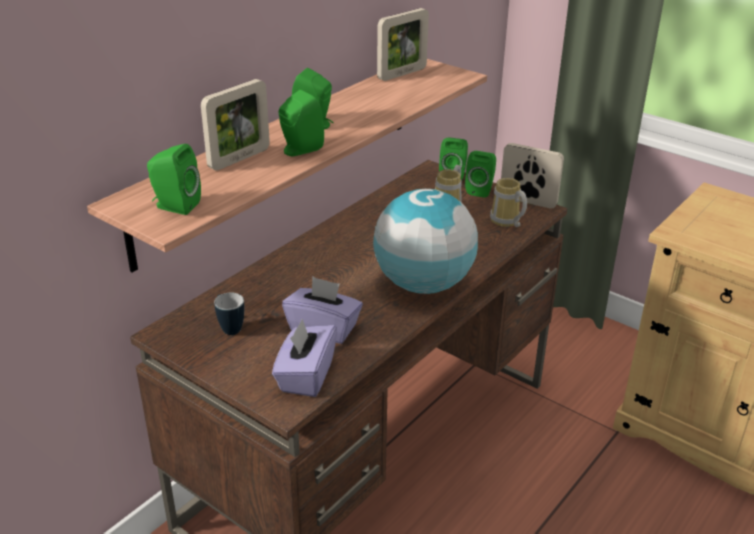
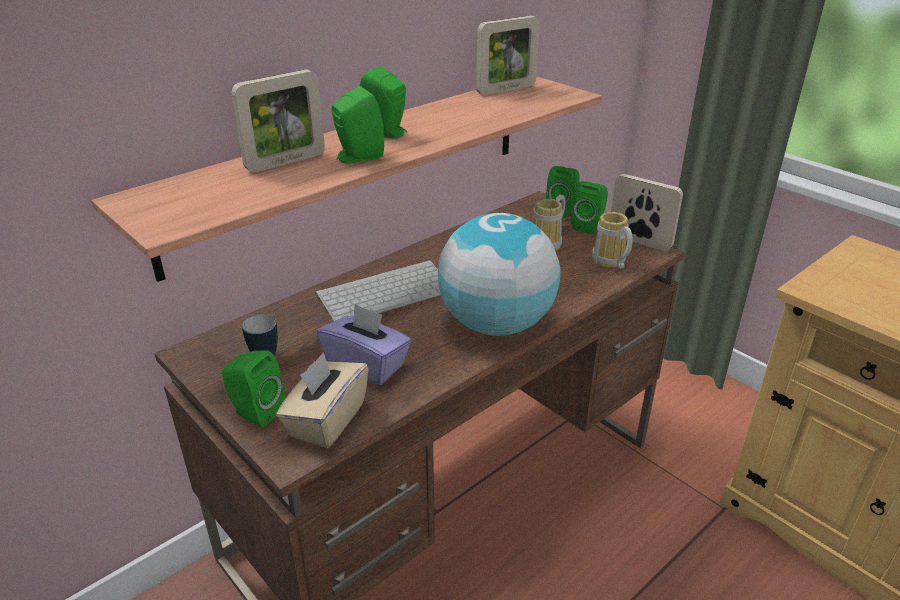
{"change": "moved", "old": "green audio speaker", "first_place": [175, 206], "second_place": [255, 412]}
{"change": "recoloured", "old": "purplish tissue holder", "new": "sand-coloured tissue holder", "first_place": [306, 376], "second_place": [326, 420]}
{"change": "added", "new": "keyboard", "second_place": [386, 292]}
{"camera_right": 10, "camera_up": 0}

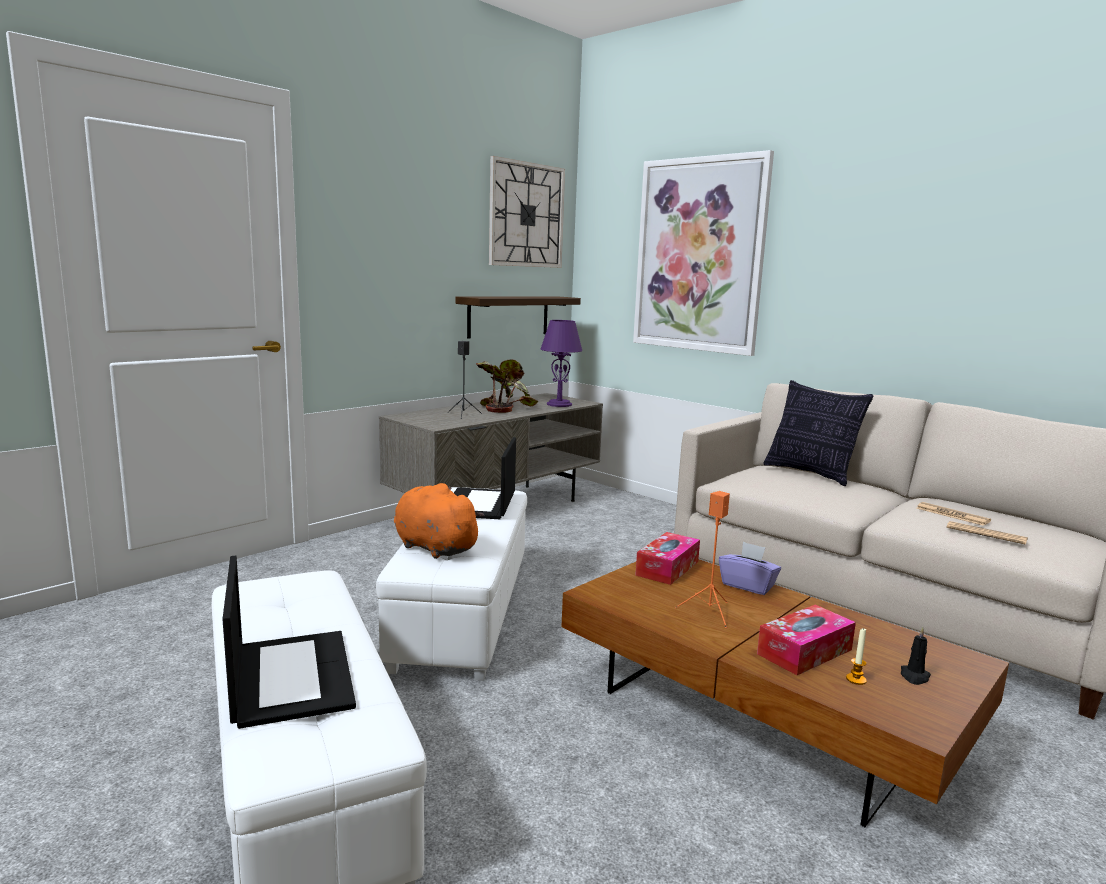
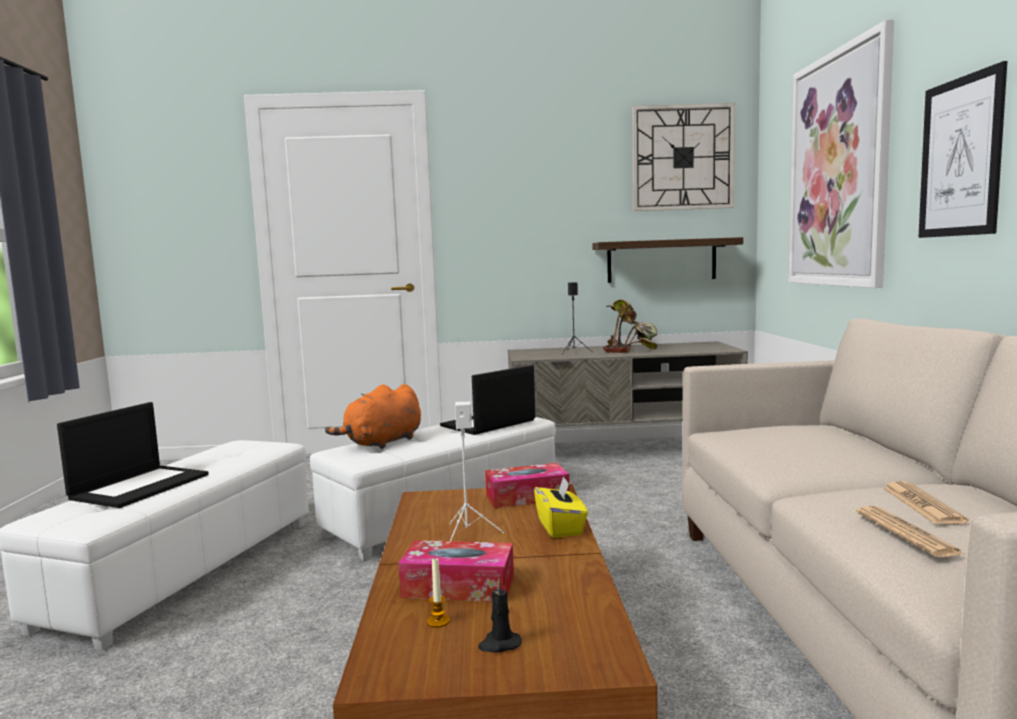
{"change": "turned", "old": "orangey soft toy", "first_place": [433, 547], "second_place": [382, 443], "degrees": -135}
{"change": "recoloured", "old": "orangey audio speaker", "new": "white audio speaker", "first_place": [710, 612], "second_place": [467, 535]}
{"change": "recoloured", "old": "purplish tissue holder", "new": "yellowish tissue holder", "first_place": [748, 585], "second_place": [561, 527]}
{"change": "added", "new": "wall art", "second_place": [960, 157]}
{"change": "removed", "old": "purplish table lamp", "first_place": [559, 404]}
{"change": "removed", "old": "pillow", "first_place": [810, 473]}
{"camera_right": 45, "camera_up": -5}

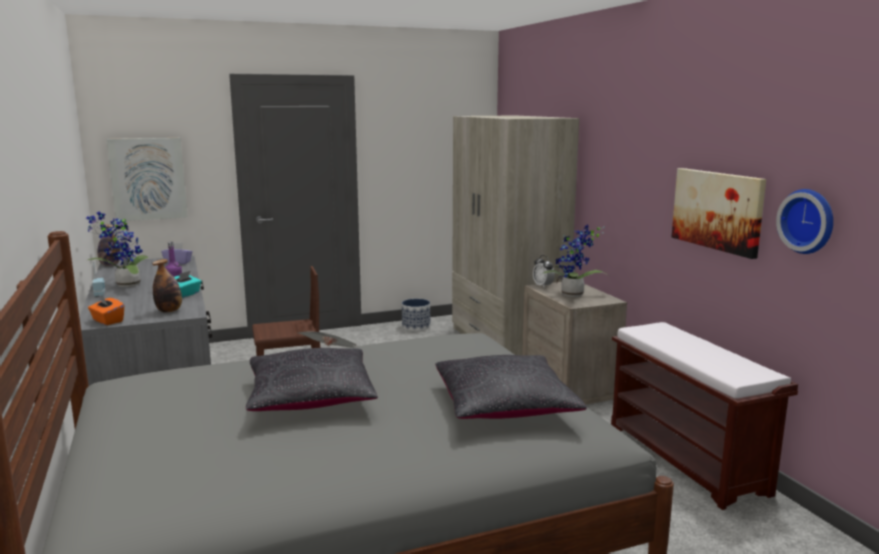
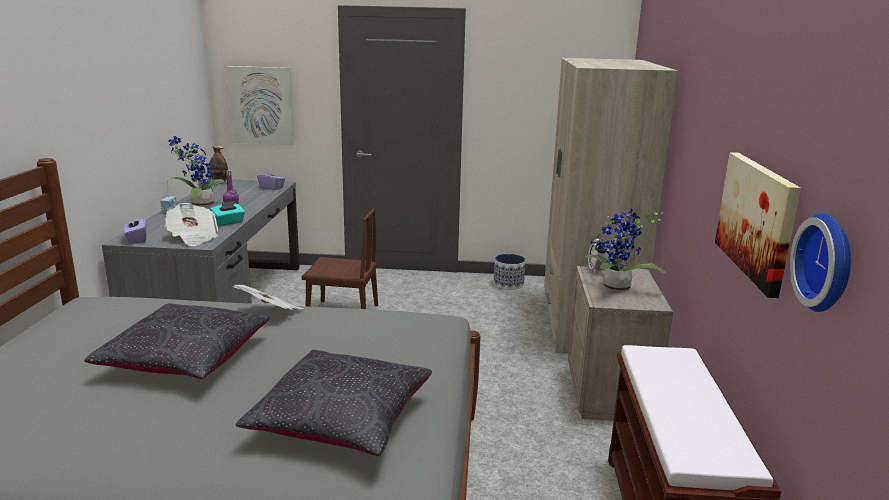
{"change": "recoloured", "old": "orangey tissue holder", "new": "purplish tissue holder", "first_place": [107, 321], "second_place": [136, 239]}
{"change": "replaced", "old": "drink bottle", "new": "daily paper", "first_place": [169, 311], "second_place": [193, 238]}
{"camera_right": 25, "camera_up": 5}

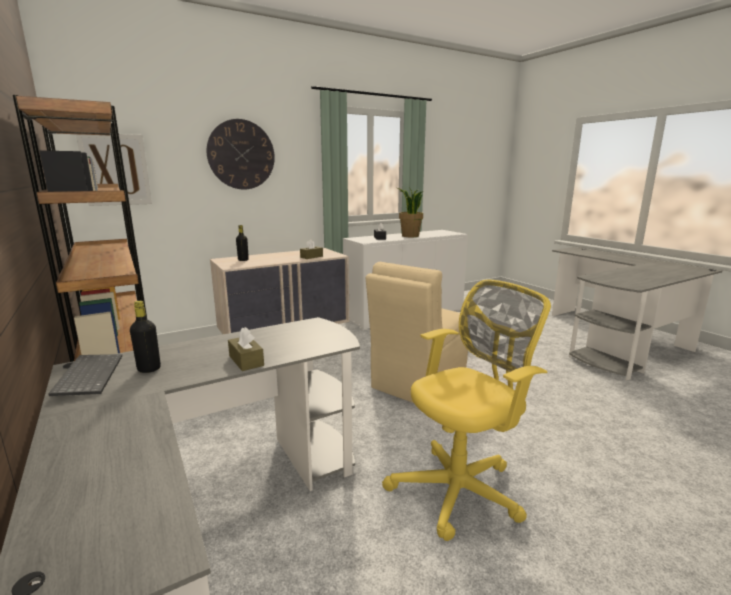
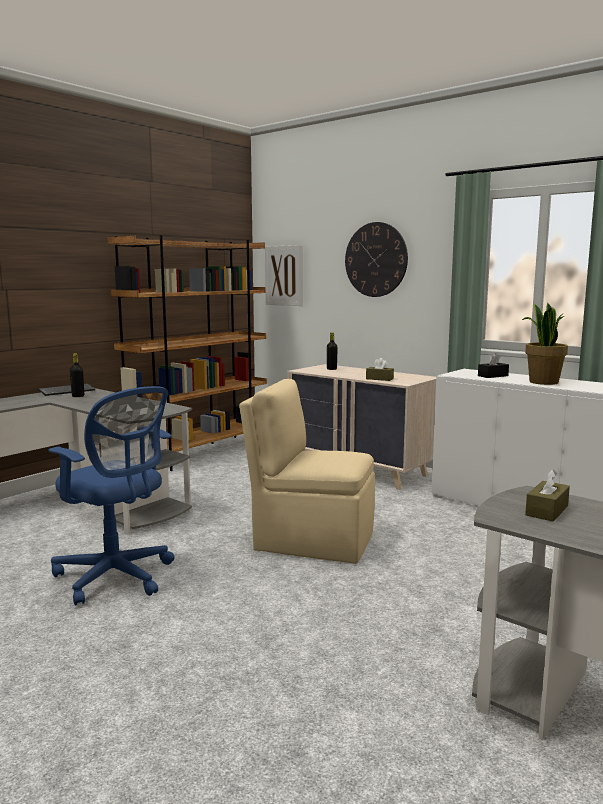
{"change": "recoloured", "old": "yellowish desk chair", "new": "blue-coloured desk chair", "first_place": [461, 489], "second_place": [117, 577]}
{"change": "moved", "old": "brown-coloured tissue holder", "first_place": [246, 361], "second_place": [546, 510]}
{"camera_right": 70, "camera_up": -5}

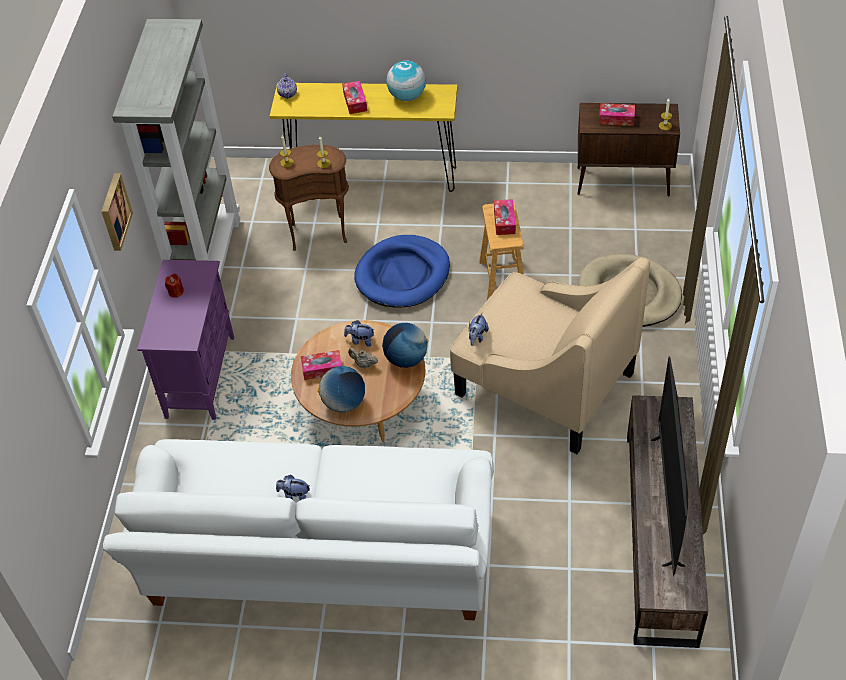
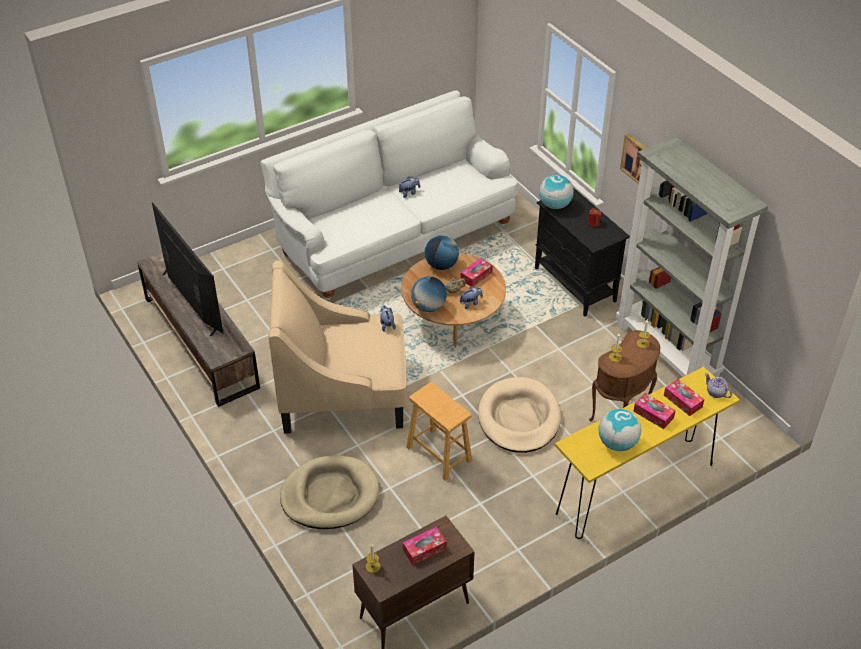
{"change": "recoloured", "old": "blue-coloured dog bed", "new": "sand-coloured dog bed", "first_place": [403, 275], "second_place": [519, 418]}
{"change": "recoloured", "old": "purplish cupboard", "new": "blackish cupboard", "first_place": [200, 376], "second_place": [575, 285]}
{"change": "added", "new": "desk globe", "second_place": [555, 205]}
{"change": "moved", "old": "tissue holder", "first_place": [504, 221], "second_place": [682, 401]}
{"camera_right": 140, "camera_up": -5}

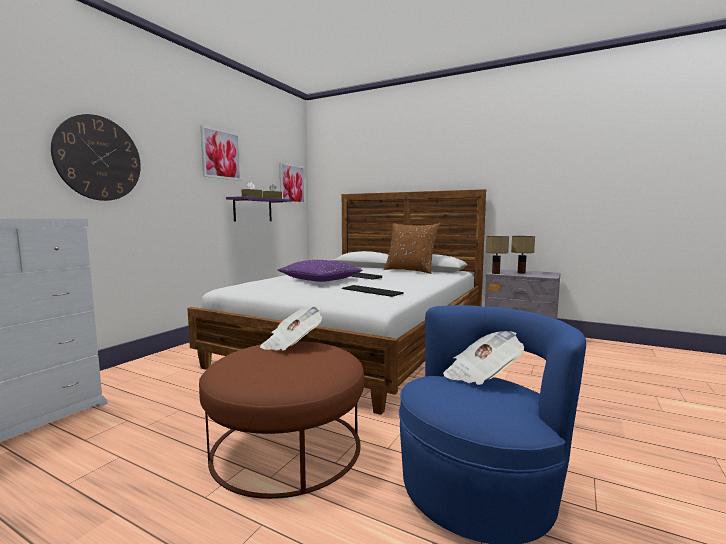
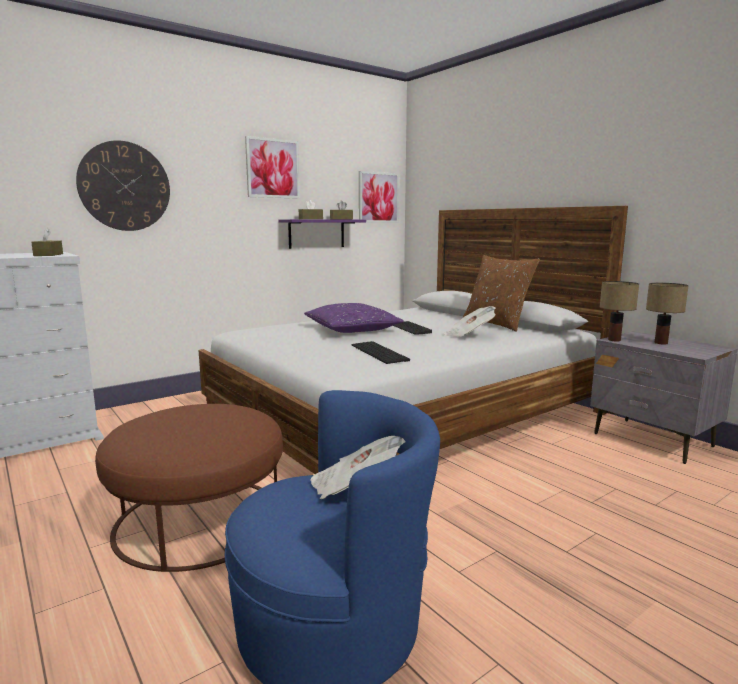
{"change": "added", "new": "brown-coloured tissue holder", "second_place": [48, 255]}
{"change": "moved", "old": "daily paper", "first_place": [292, 344], "second_place": [469, 335]}
{"camera_right": 25, "camera_up": 5}

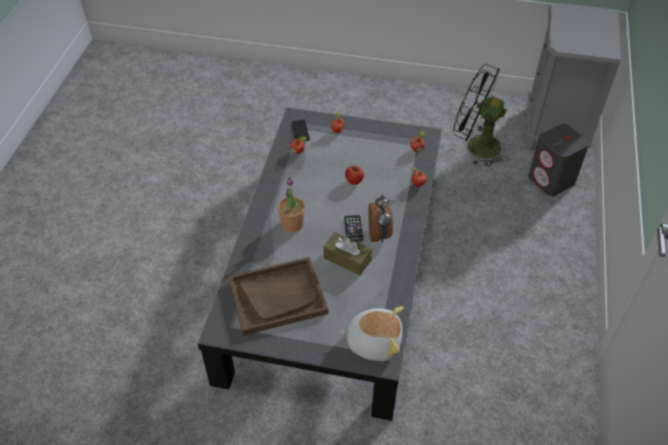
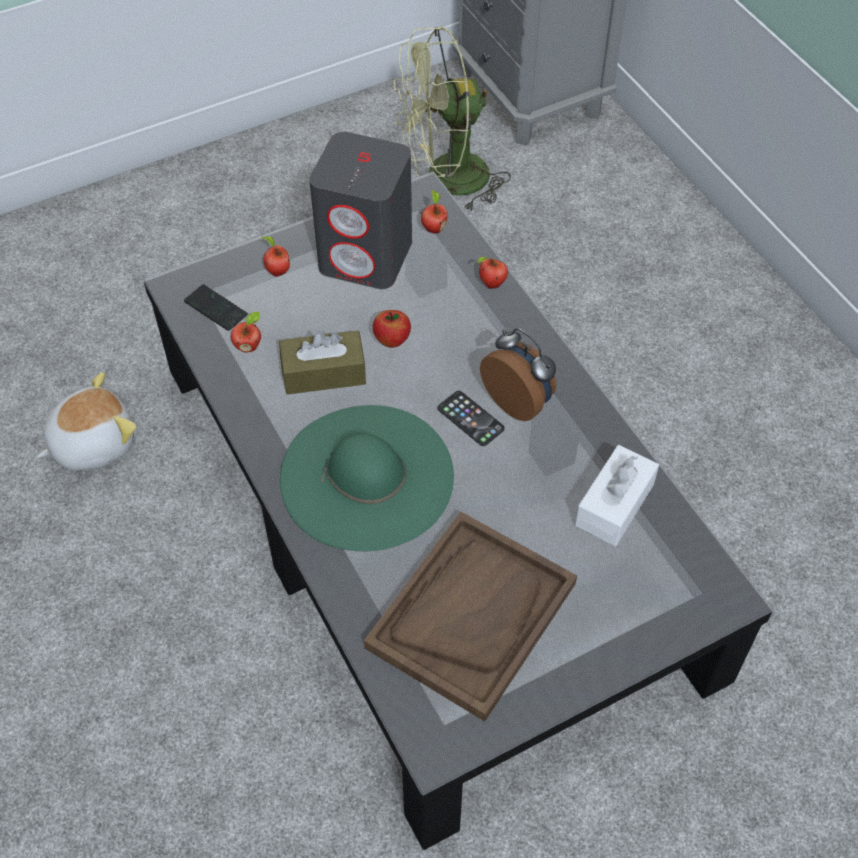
{"change": "moved", "old": "soft toy", "first_place": [374, 341], "second_place": [92, 443]}
{"change": "moved", "old": "brown-coloured tissue holder", "first_place": [347, 259], "second_place": [324, 373]}
{"change": "replaced", "old": "houseplant", "new": "green clothing hat", "first_place": [292, 224], "second_place": [367, 476]}
{"change": "moved", "old": "gray audio speaker", "first_place": [551, 180], "second_place": [367, 256]}
{"change": "recoloured", "old": "blackish electric fan", "new": "green electric fan", "first_place": [475, 146], "second_place": [445, 180]}
{"change": "added", "new": "white tissue holder", "second_place": [614, 505]}
{"camera_right": -40, "camera_up": 5}

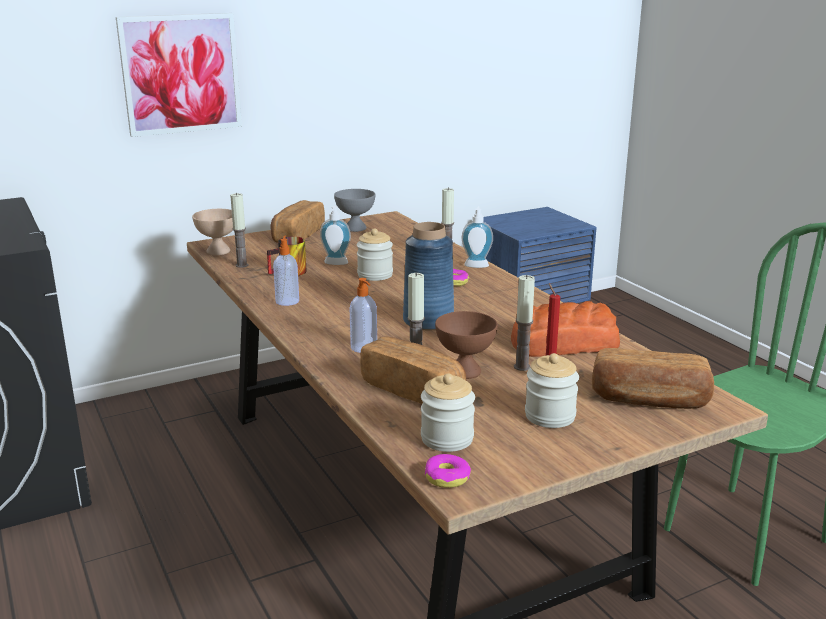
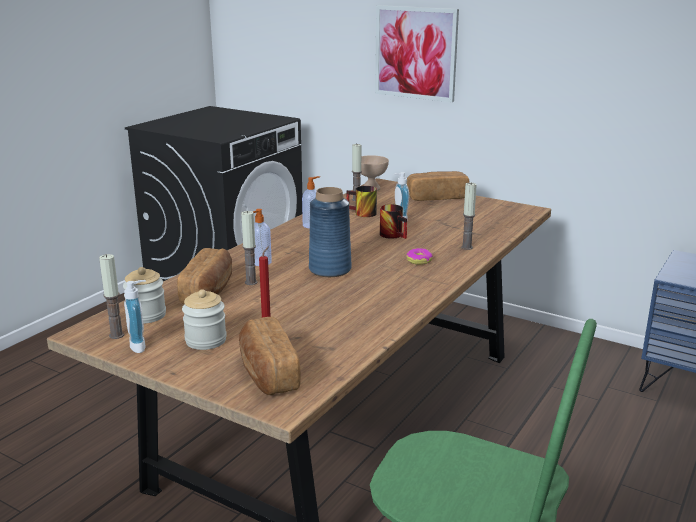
{"change": "moved", "old": "candle", "first_place": [522, 367], "second_place": [116, 335]}
{"change": "moved", "old": "soap dispenser", "first_place": [476, 264], "second_place": [141, 346]}
{"change": "replaced", "old": "preserve jar", "new": "coffee mug", "first_place": [375, 275], "second_place": [395, 235]}
{"change": "removed", "old": "gray serving bowl", "first_place": [355, 228]}
{"change": "removed", "old": "donut", "first_place": [447, 477]}
{"change": "removed", "old": "brown-coloured serving bowl", "first_place": [466, 371]}
{"change": "removed", "old": "baked bread", "first_place": [563, 344]}
{"camera_right": 60, "camera_up": 0}

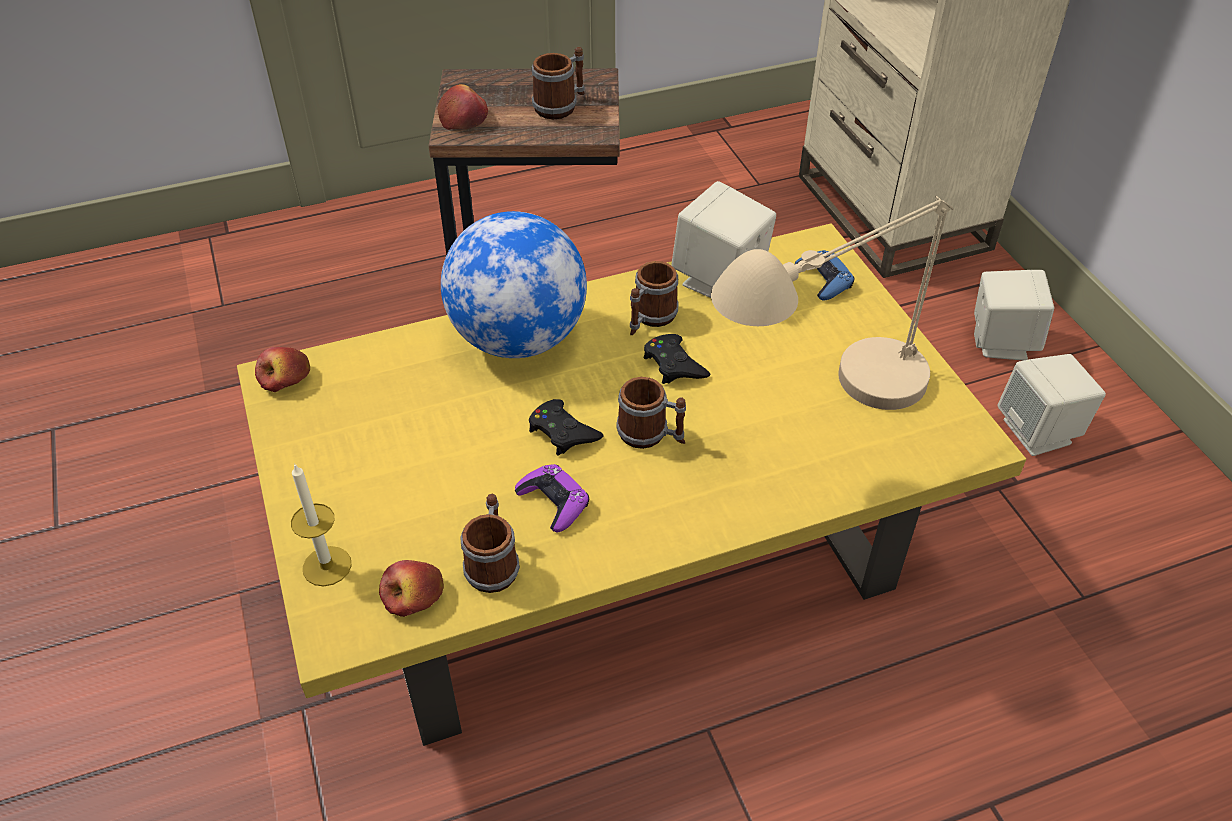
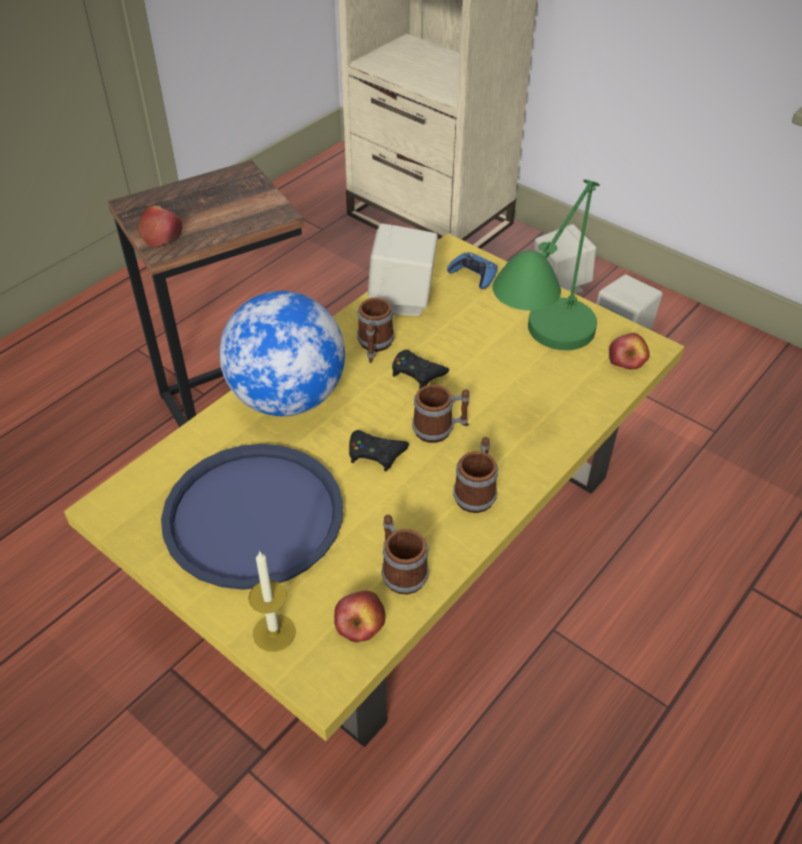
{"change": "added", "new": "blue-coloured carrying tray", "second_place": [253, 516]}
{"change": "moved", "old": "coffee mug", "first_place": [561, 106], "second_place": [476, 491]}
{"change": "recoloured", "old": "sand-coloured table lamp", "new": "green table lamp", "first_place": [823, 410], "second_place": [540, 365]}
{"change": "moved", "old": "apple", "first_place": [285, 379], "second_place": [627, 359]}
{"change": "removed", "old": "purplish gamepad", "first_place": [553, 502]}
{"camera_right": -30, "camera_up": 0}

